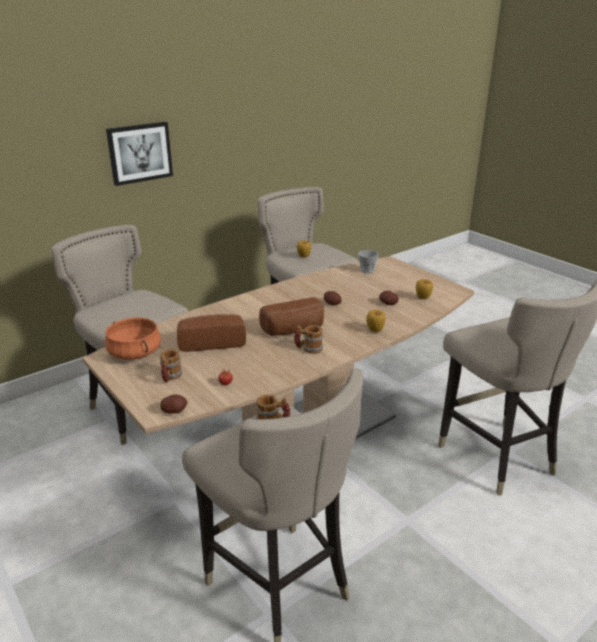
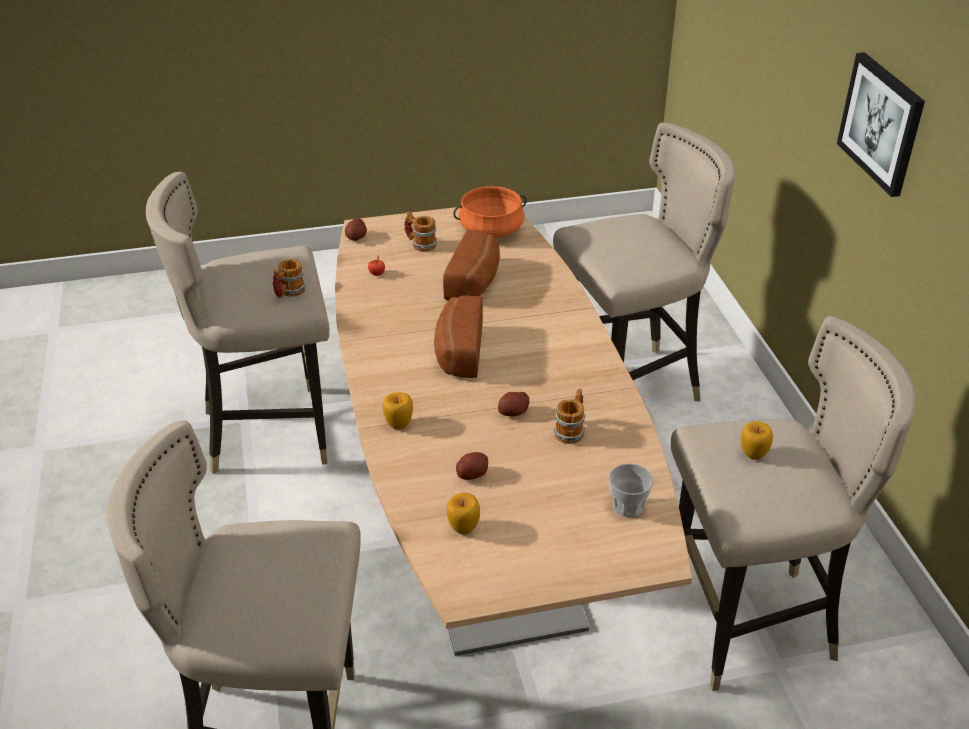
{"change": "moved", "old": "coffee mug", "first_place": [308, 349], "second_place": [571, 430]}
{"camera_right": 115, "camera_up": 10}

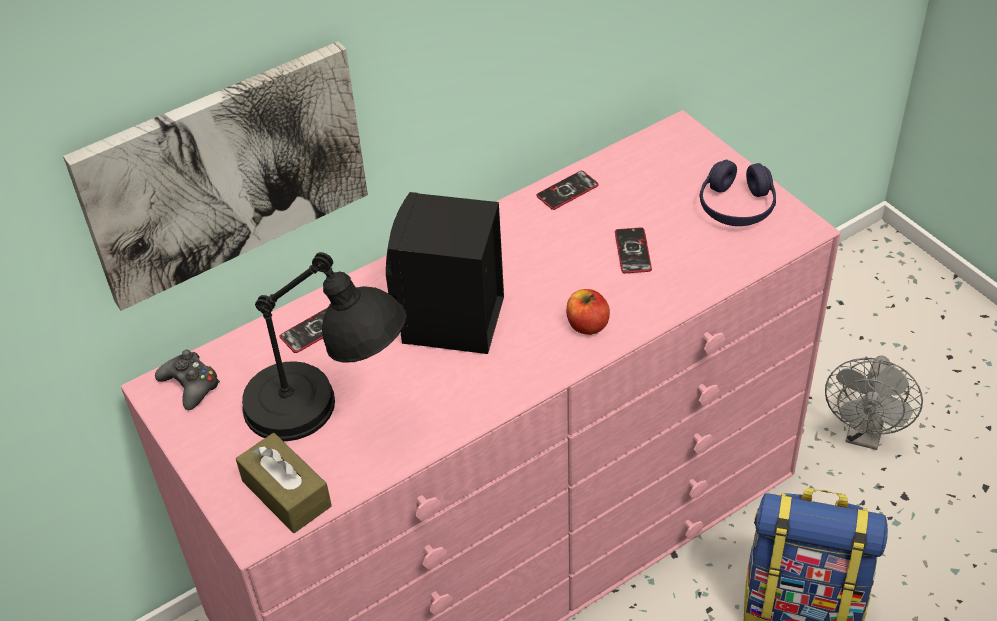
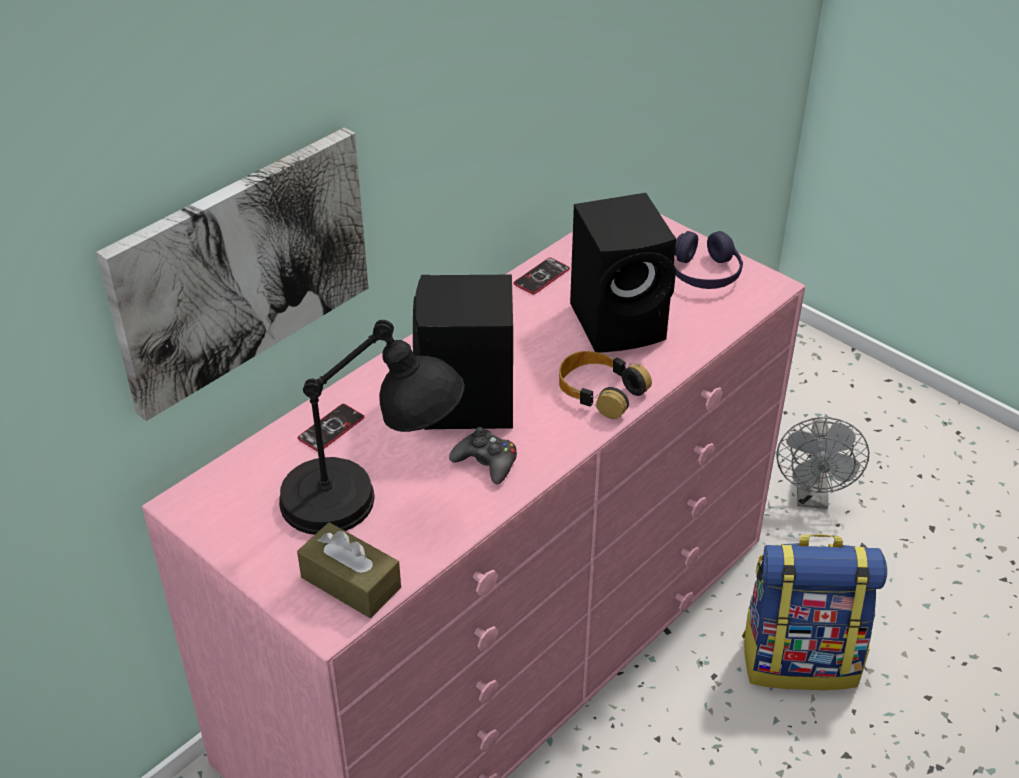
{"change": "moved", "old": "blackish gamepad", "first_place": [191, 385], "second_place": [486, 462]}
{"change": "replaced", "old": "apple", "new": "headset", "first_place": [587, 325], "second_place": [600, 391]}
{"change": "replaced", "old": "telephone", "new": "blackish audio speaker", "first_place": [633, 251], "second_place": [621, 322]}
{"camera_right": -15, "camera_up": -5}

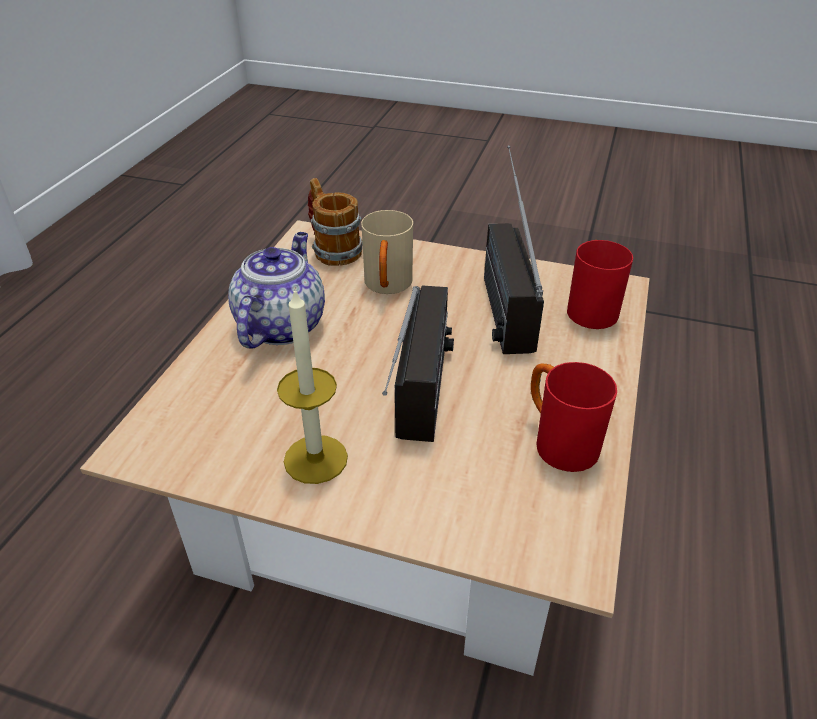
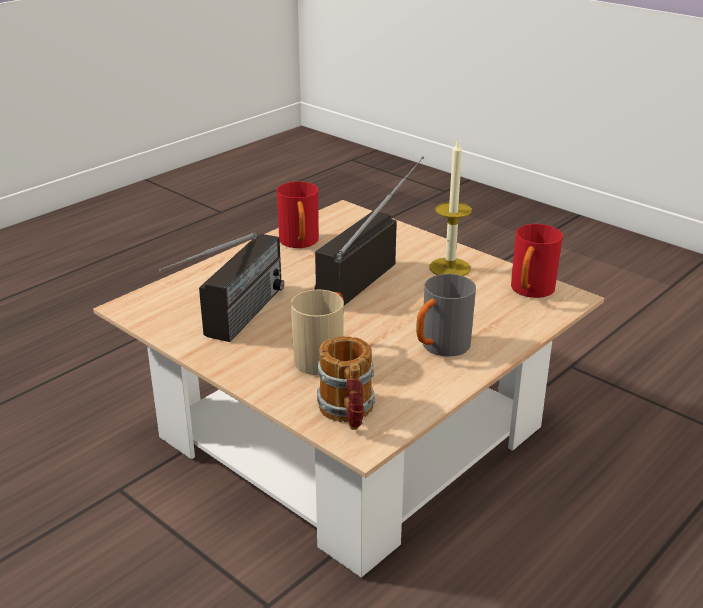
{"change": "replaced", "old": "tea pot", "new": "gray coffee mug", "first_place": [281, 325], "second_place": [439, 348]}
{"change": "moved", "old": "reddish coffee mug", "first_place": [590, 308], "second_place": [530, 292]}
{"camera_right": -155, "camera_up": -10}

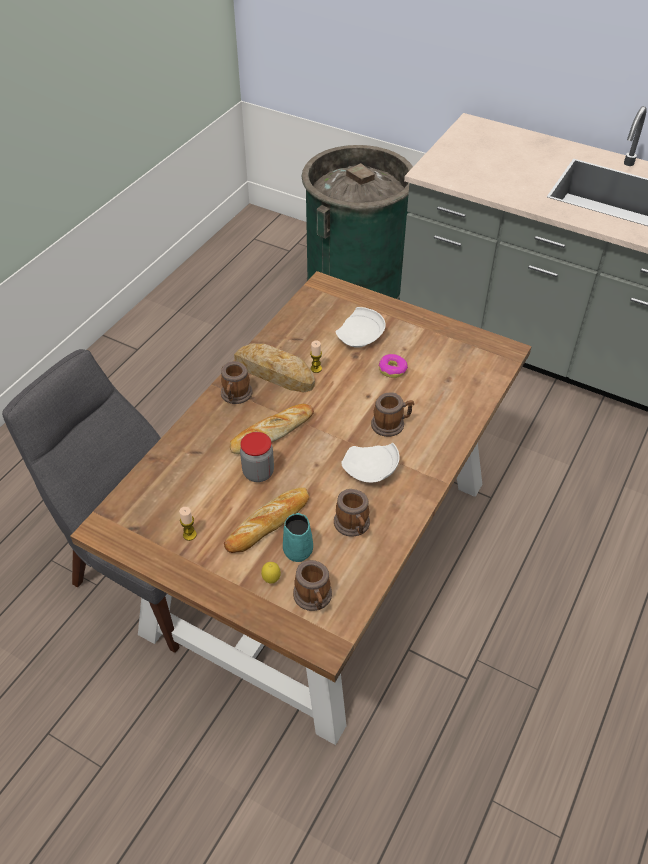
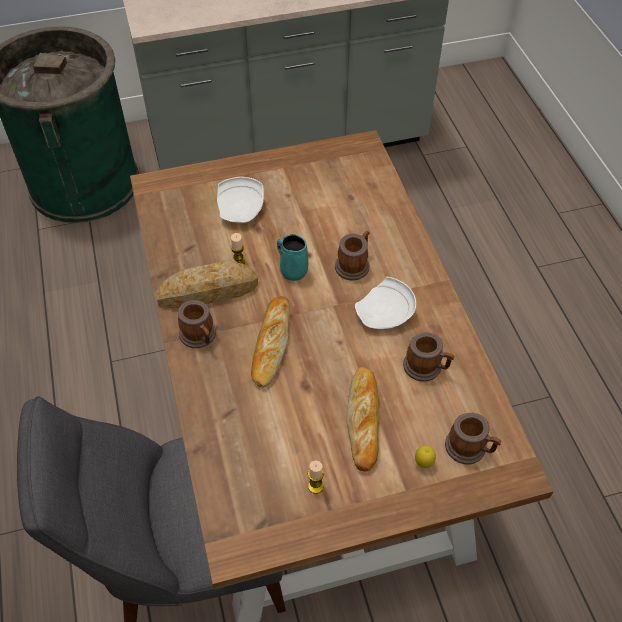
{"change": "moved", "old": "turquoise coffee mug", "first_place": [298, 549], "second_place": [293, 270]}
{"change": "removed", "old": "preserve jar", "first_place": [258, 472]}
{"change": "removed", "old": "donut", "first_place": [392, 369]}
{"camera_right": -45, "camera_up": 5}

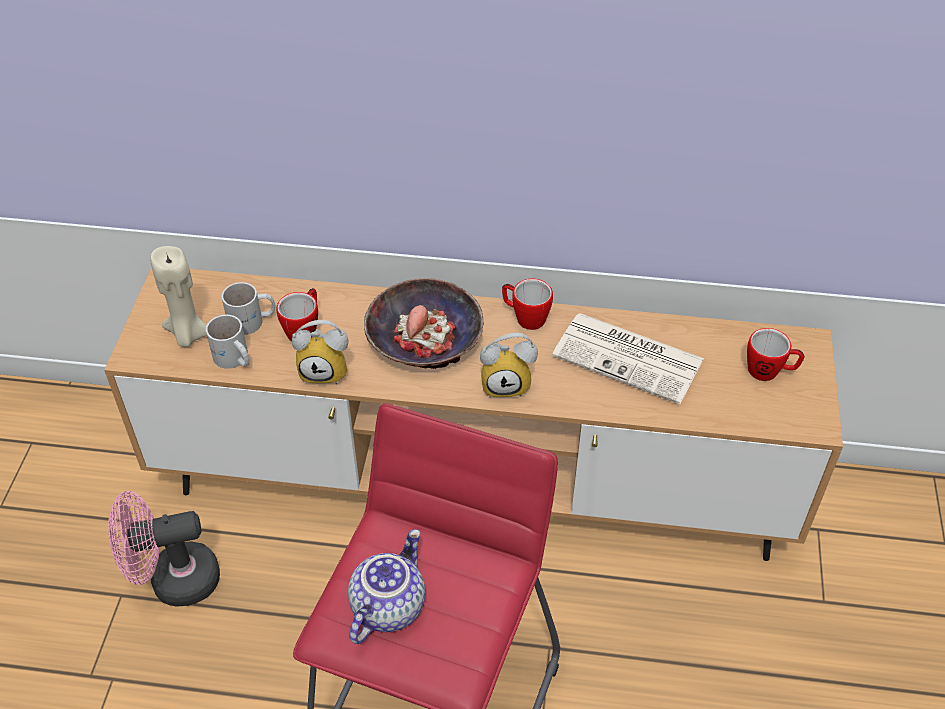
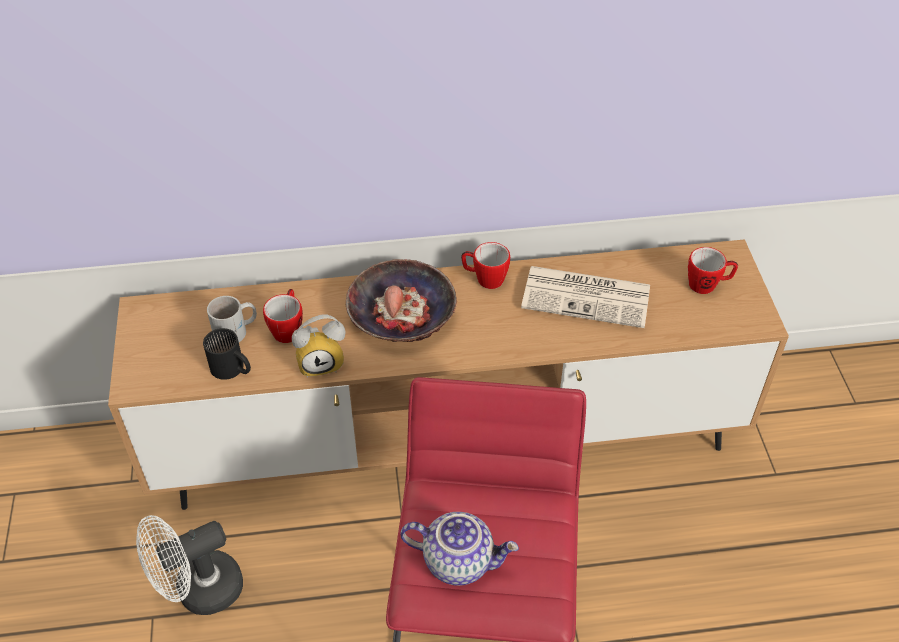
{"change": "recoloured", "old": "pink electric fan", "new": "white electric fan", "first_place": [173, 581], "second_place": [199, 591]}
{"change": "recoloured", "old": "white coffee mug", "new": "blackish coffee mug", "first_place": [233, 360], "second_place": [231, 370]}
{"change": "turned", "old": "tea pot", "first_place": [387, 605], "second_place": [459, 560], "degrees": 90}
{"change": "removed", "old": "sand-coloured candle", "first_place": [188, 334]}
{"change": "removed", "old": "bedside clock", "first_place": [507, 383]}
{"camera_right": -15, "camera_up": 0}

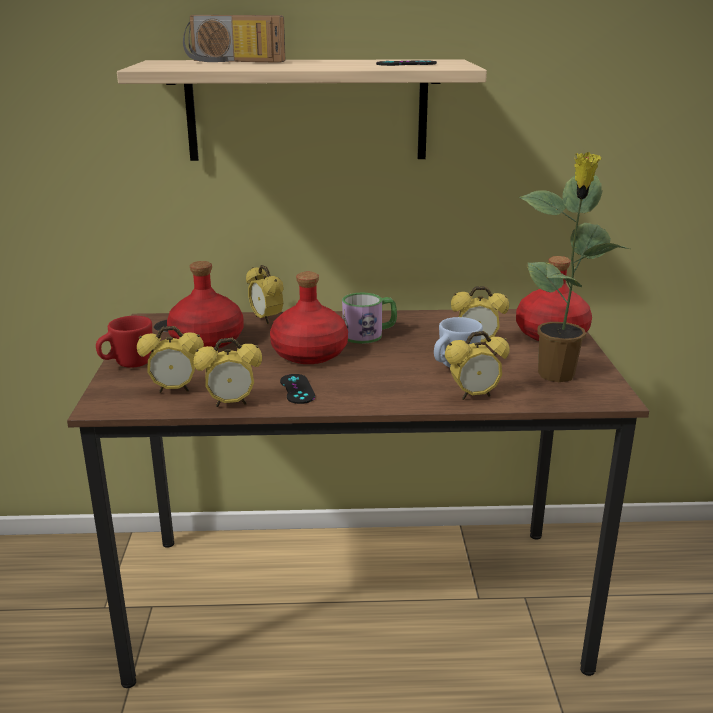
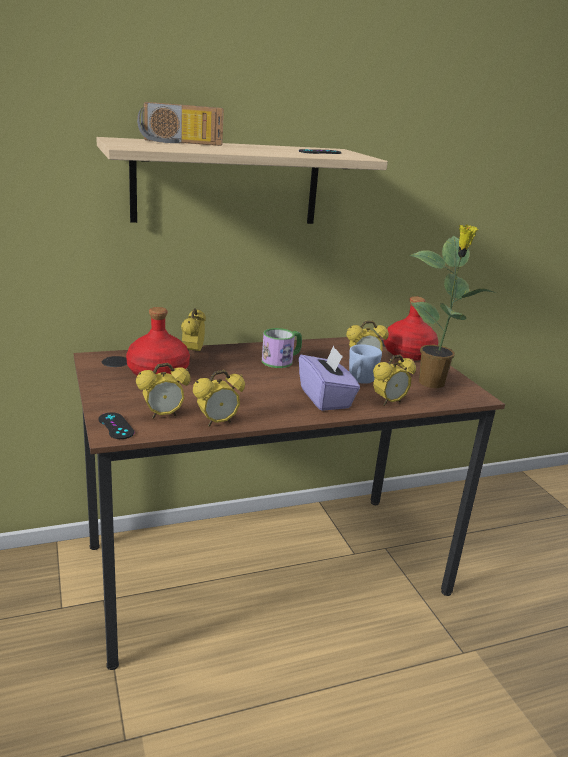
{"change": "moved", "old": "blackish gamepad", "first_place": [297, 389], "second_place": [116, 426]}
{"change": "turned", "old": "bedside clock", "first_place": [266, 319], "second_place": [193, 352], "degrees": 60}
{"change": "added", "new": "purplish tissue holder", "second_place": [326, 398]}
{"change": "removed", "old": "reddish coffee mug", "first_place": [127, 364]}
{"change": "removed", "old": "reddish drink bottle", "first_place": [310, 353]}
{"camera_right": -20, "camera_up": 0}

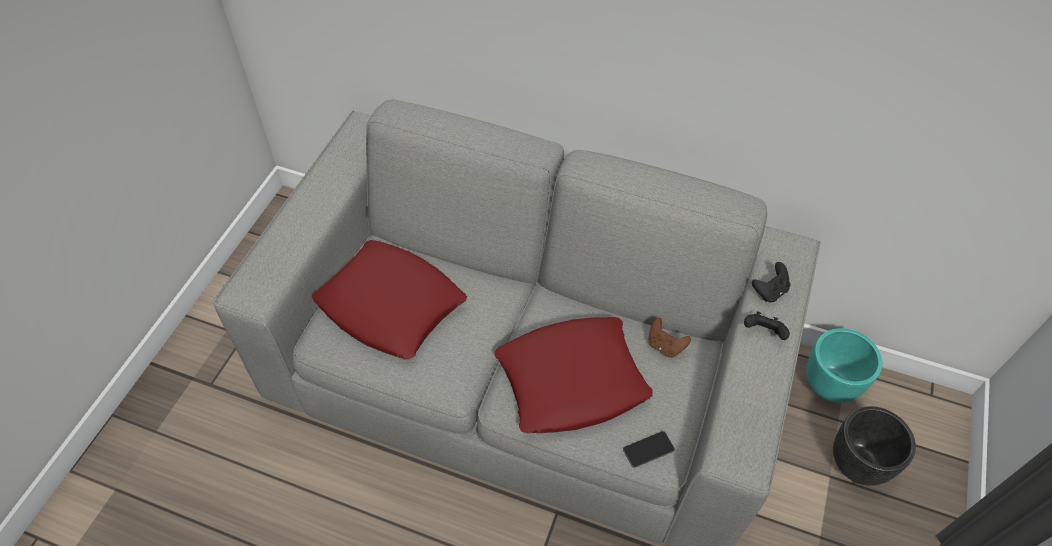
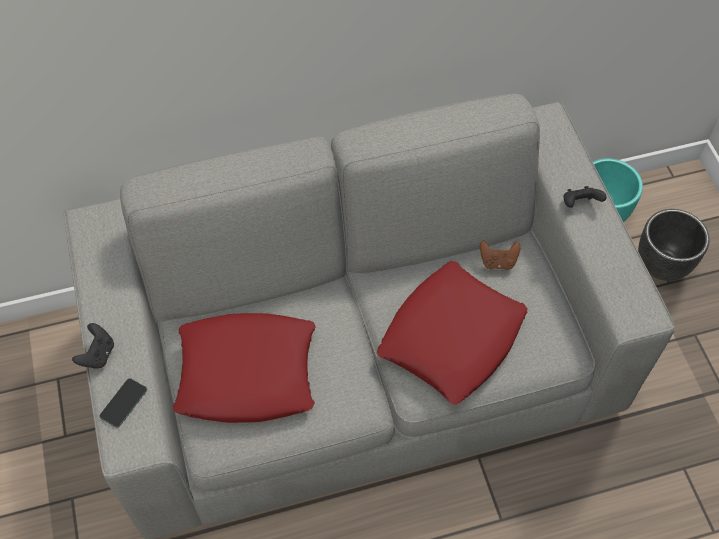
{"change": "moved", "old": "blackish gamepad", "first_place": [769, 291], "second_place": [98, 354]}
{"change": "moved", "old": "telephone", "first_place": [648, 449], "second_place": [123, 403]}
{"camera_right": -35, "camera_up": 5}

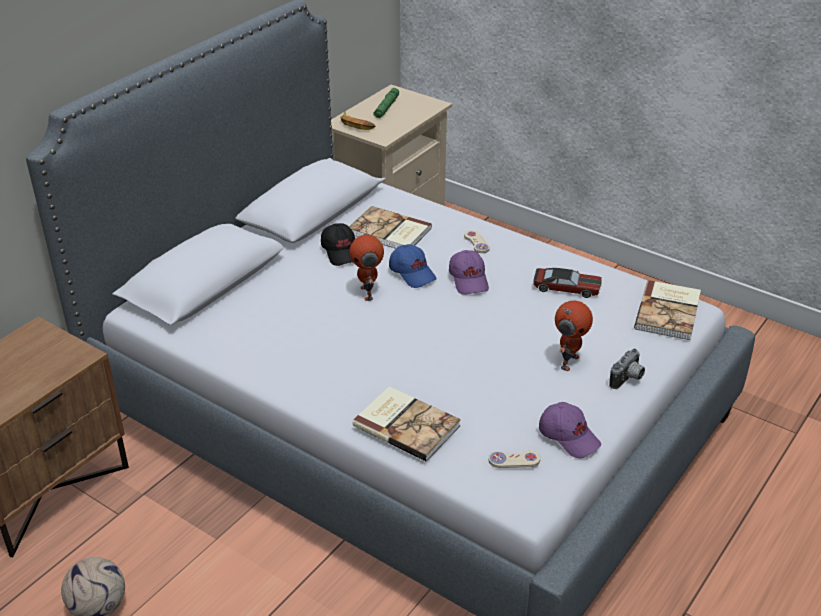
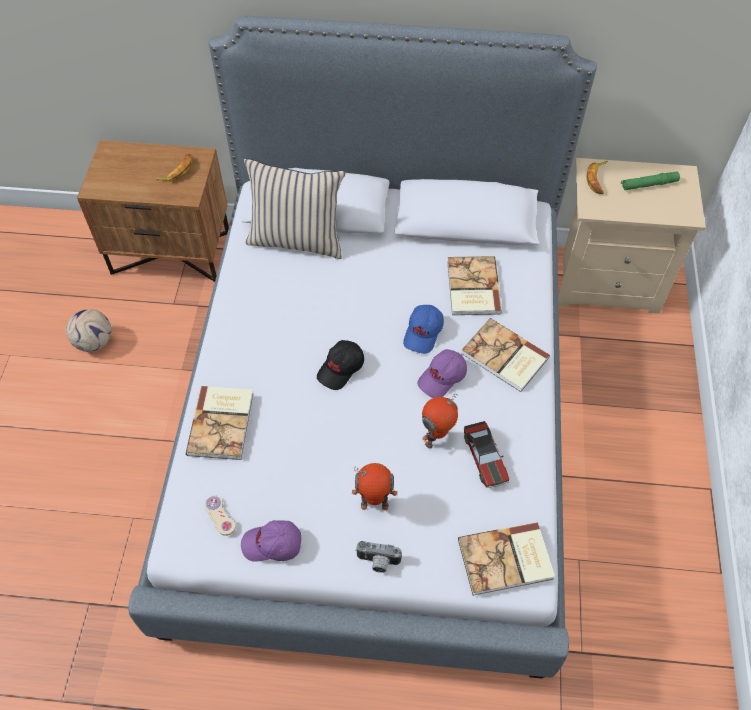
{"change": "added", "new": "whole banana", "second_place": [177, 170]}
{"change": "turned", "old": "purplish cap", "first_place": [569, 437], "second_place": [272, 545], "degrees": 75}
{"change": "added", "new": "sand-coloured pillow", "second_place": [297, 239]}
{"change": "moved", "old": "blackish cap", "first_place": [341, 252], "second_place": [341, 369]}
{"change": "moved", "old": "toy robot", "first_place": [368, 293], "second_place": [437, 439]}
{"change": "replaced", "old": "sand-coloured gamepad", "new": "bound book", "first_place": [476, 242], "second_place": [504, 357]}
{"camera_right": 60, "camera_up": 20}

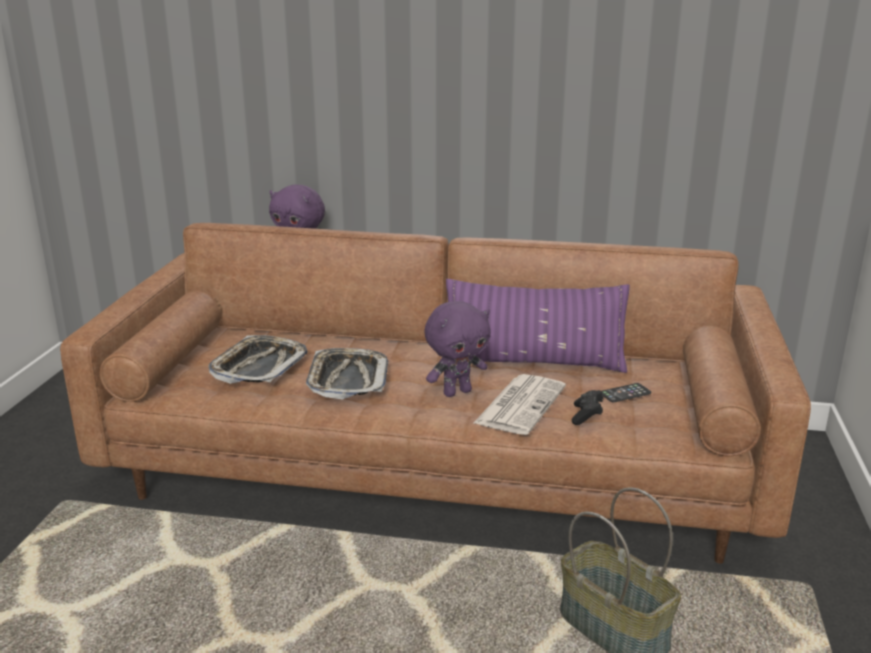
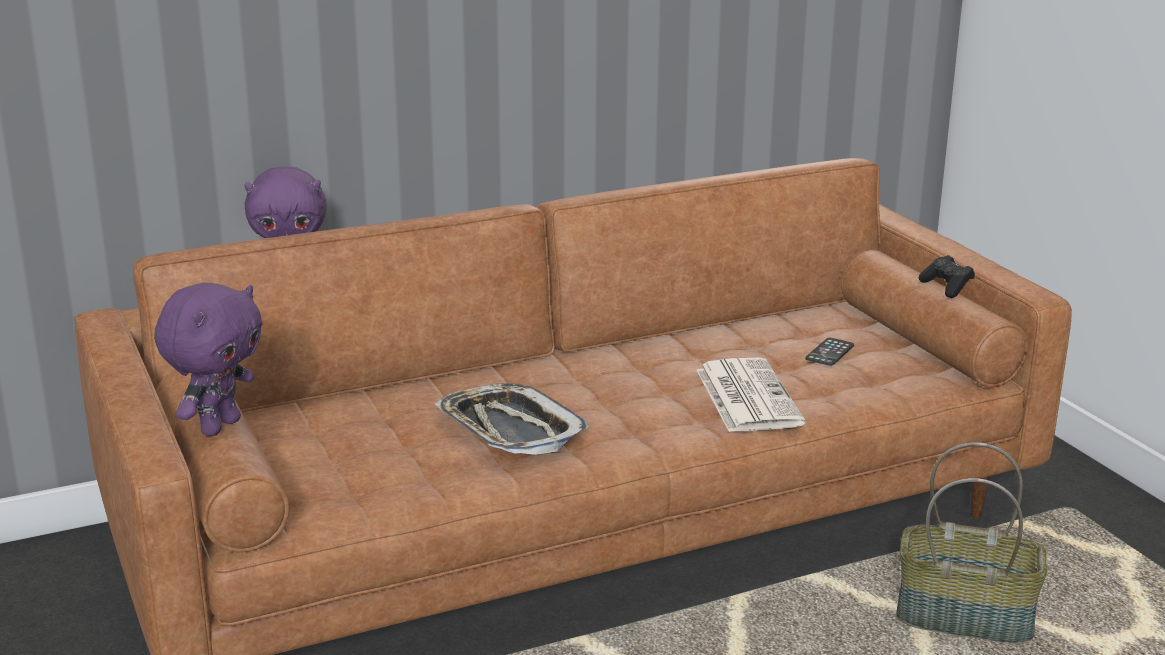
{"change": "moved", "old": "purplish soft toy", "first_place": [457, 392], "second_place": [219, 426]}
{"change": "moved", "old": "blackish gamepad", "first_place": [587, 416], "second_place": [946, 288]}
{"change": "removed", "old": "carrying tray", "first_place": [259, 367]}
{"change": "removed", "old": "purplish pillow", "first_place": [534, 363]}
{"camera_right": -35, "camera_up": 0}

